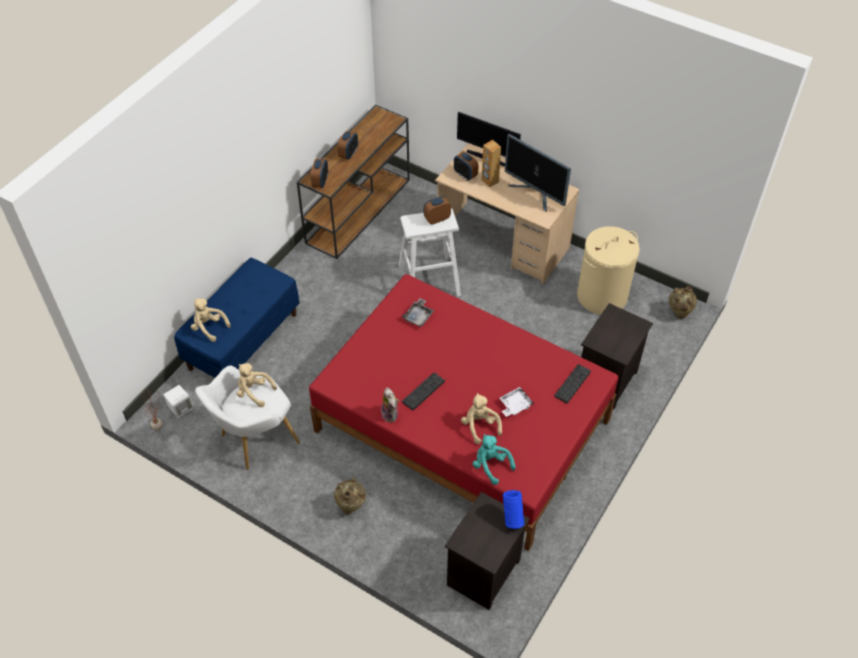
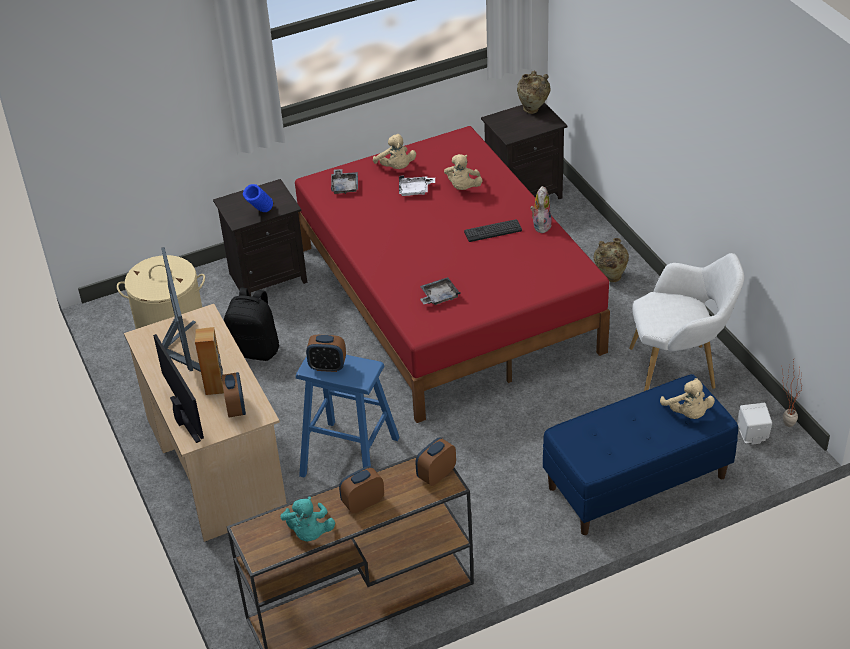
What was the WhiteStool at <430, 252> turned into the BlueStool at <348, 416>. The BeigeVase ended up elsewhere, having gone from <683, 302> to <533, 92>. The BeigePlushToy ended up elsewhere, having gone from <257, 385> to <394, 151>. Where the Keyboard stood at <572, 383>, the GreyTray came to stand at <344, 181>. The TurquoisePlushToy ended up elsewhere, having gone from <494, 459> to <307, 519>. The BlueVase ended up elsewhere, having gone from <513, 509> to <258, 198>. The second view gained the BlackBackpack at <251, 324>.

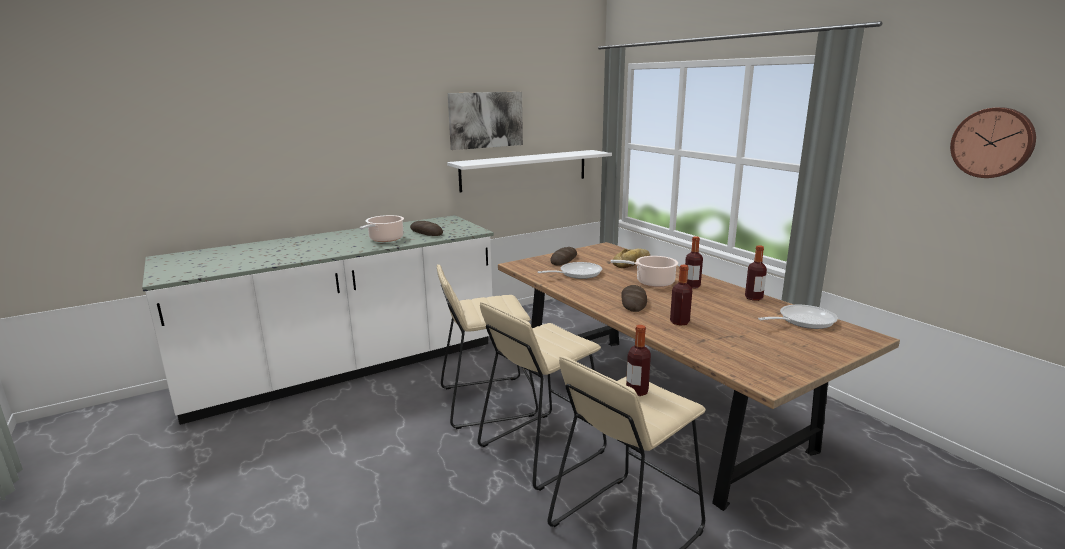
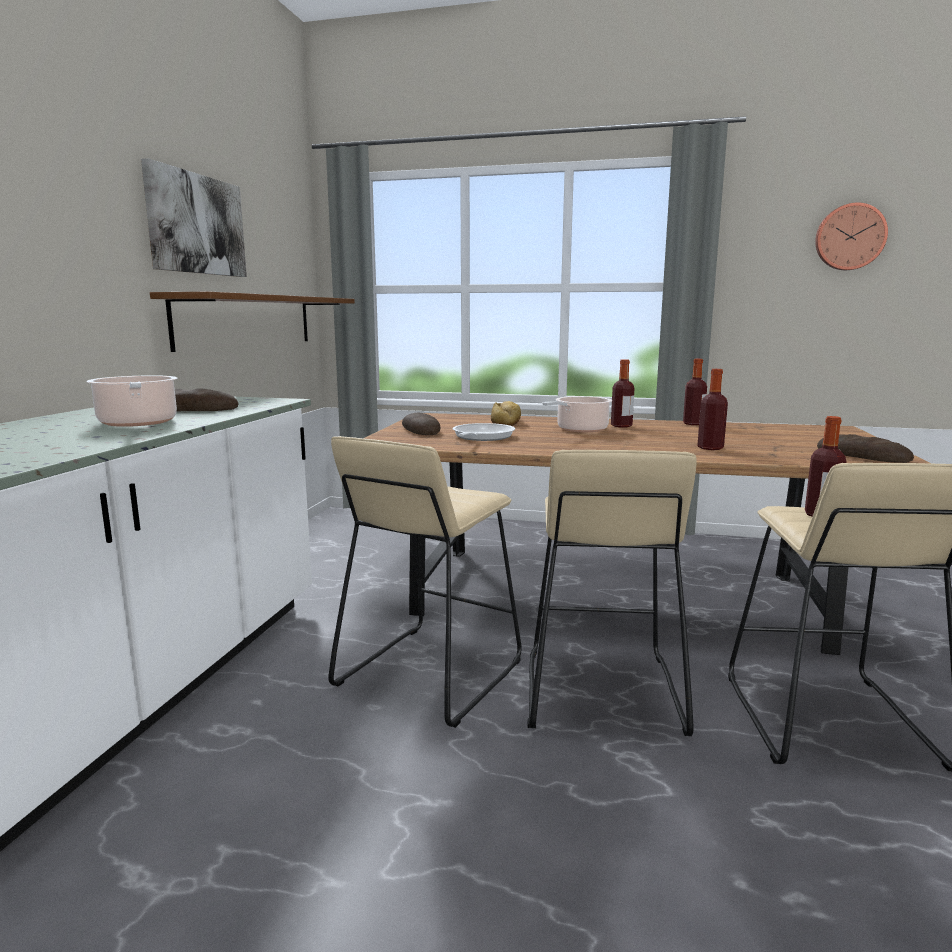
What was the WhiteShelf at <529, 171> turned into the BrownShelf at <252, 322>. The Bread ended up elsewhere, having gone from <634, 298> to <865, 448>. The second view lost the FryingPan at <798, 316>.

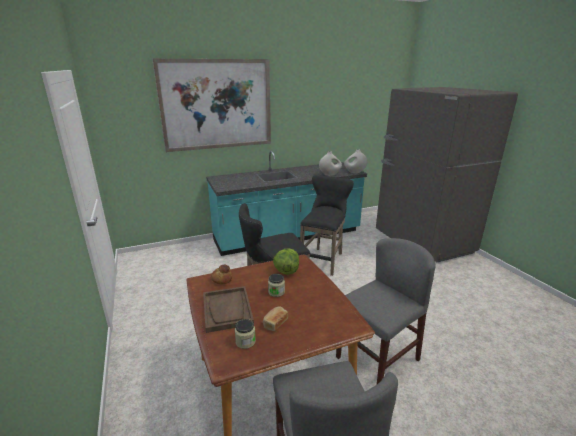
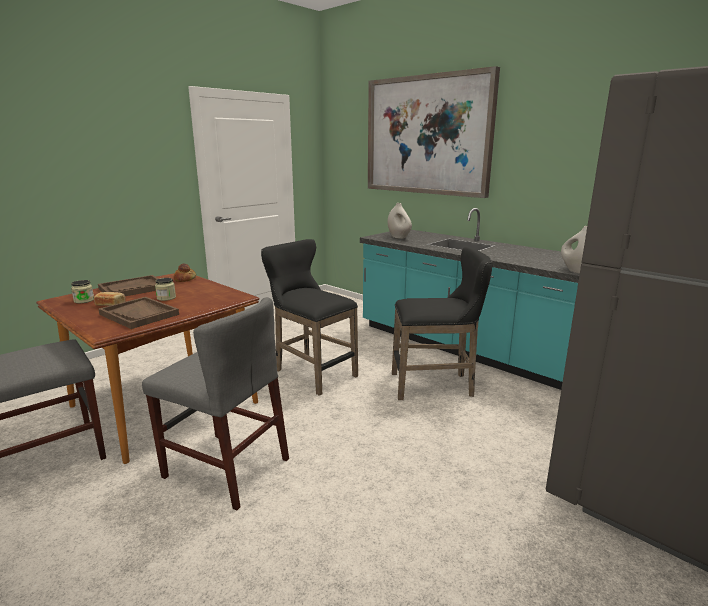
The WhiteVase ended up elsewhere, having gone from <330, 163> to <400, 221>. The second view lost the Lettuce at <286, 261>. The second view gained the BrownTray at <138, 313>.

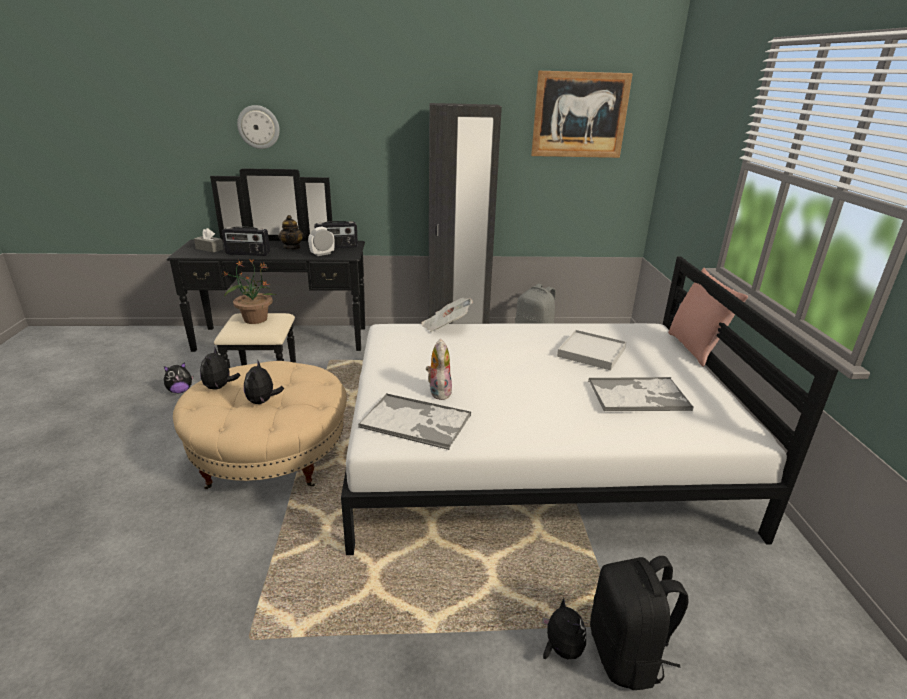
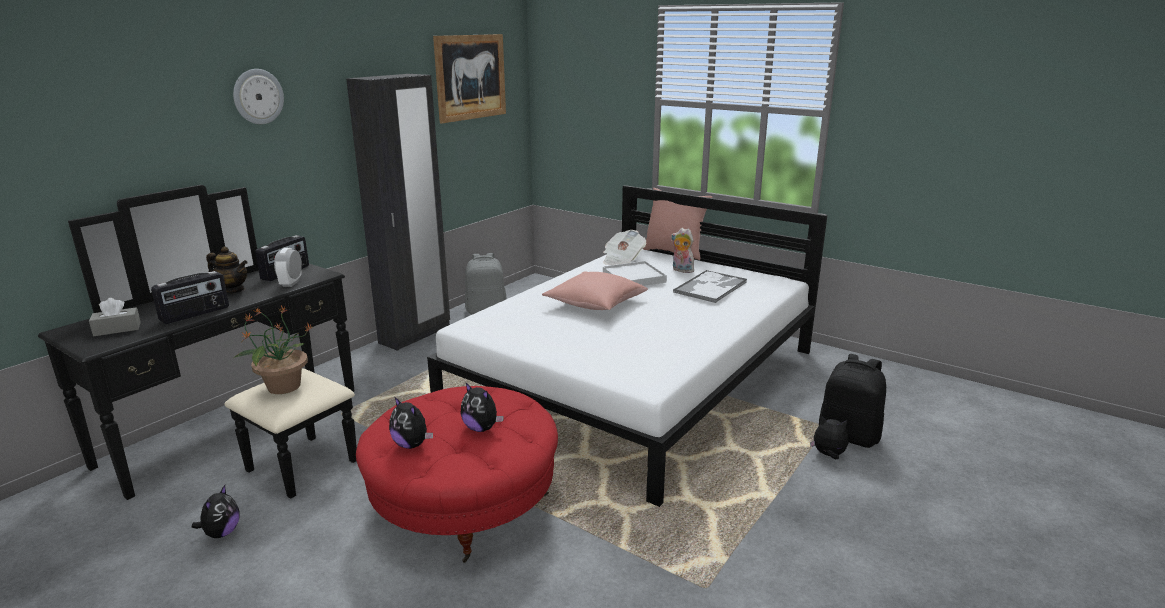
The WallClock ended up elsewhere, having gone from <258, 127> to <258, 96>. The Newspaper ended up elsewhere, having gone from <447, 315> to <624, 247>. The PlushToy ended up elsewhere, having gone from <439, 369> to <682, 250>. What was the BeigeOttoman at <260, 425> turned into the RedOttoman at <457, 474>. The second view lost the Tray at <414, 421>. The second view gained the PinkPillow at <595, 290>.

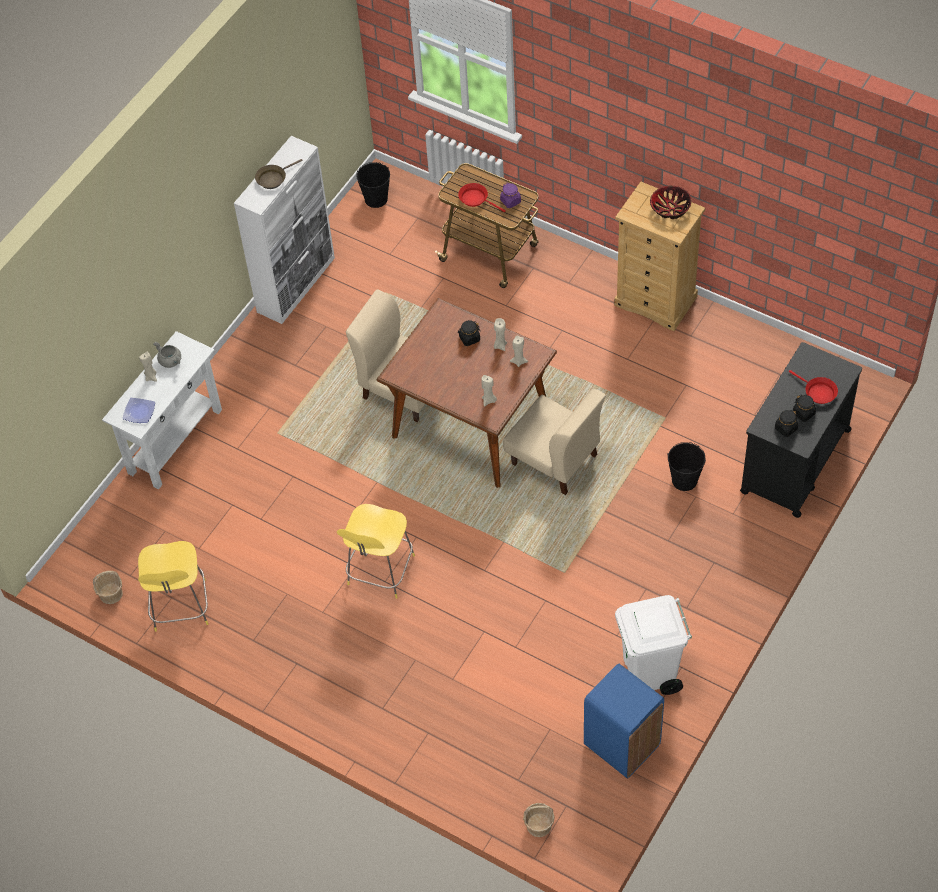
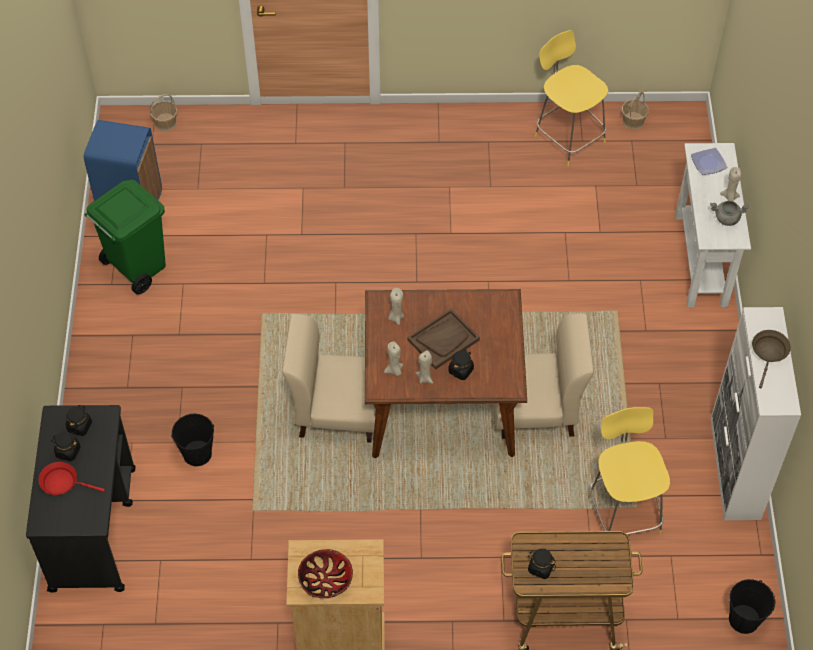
What was the PurpleJar at <510, 195> turned into the BlackJar at <542, 564>. The second view lost the RedFryingPan at <482, 197>. The YellowStool ended up elsewhere, having gone from <376, 551> to <629, 471>. What was the WhiteTrashCan at <653, 645> turned into the GreenTrashCan at <125, 237>. The second view gained the BrownTray at <443, 339>.

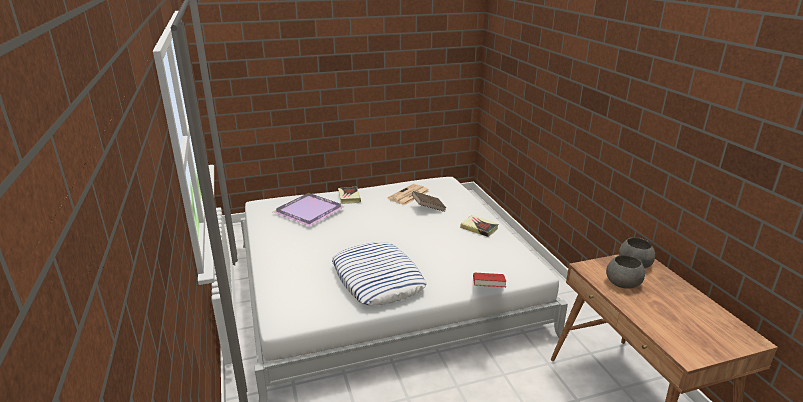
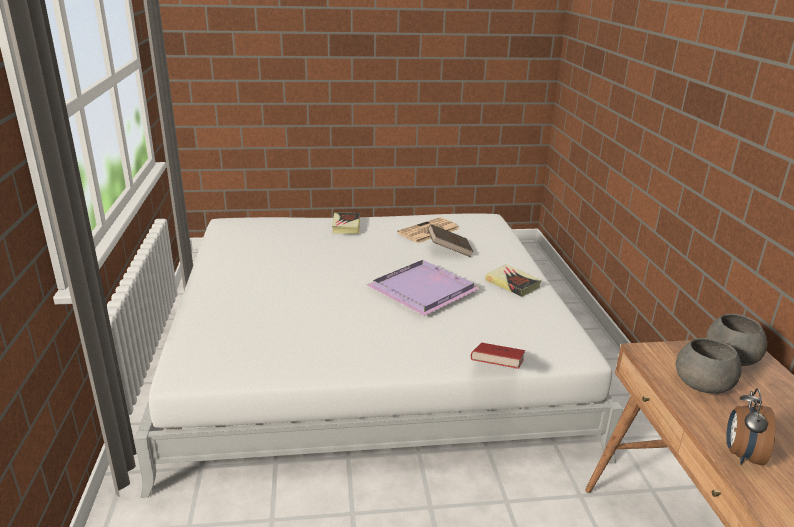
The PurpleTray ended up elsewhere, having gone from <309, 209> to <423, 288>. The second view lost the Pillow at <379, 273>. The second view gained the AlarmClock at <751, 427>.

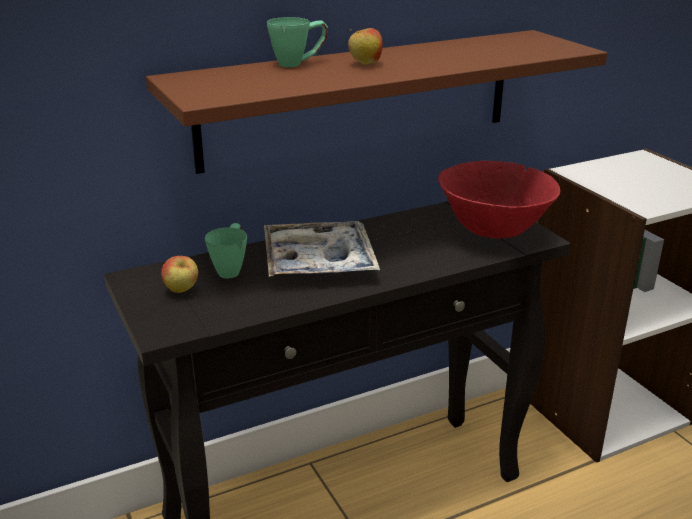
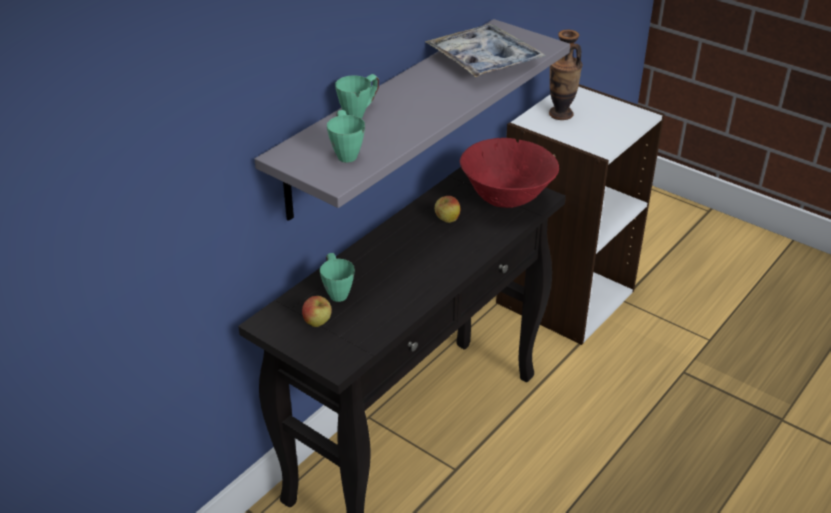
The Apple ended up elsewhere, having gone from <365, 46> to <447, 209>. What was the BrownShelf at <376, 102> turned into the GreyShelf at <412, 120>. The Tray ended up elsewhere, having gone from <322, 249> to <485, 50>. The second view gained the Vase at <565, 75>. The second view gained the GreenMug at <346, 136>.

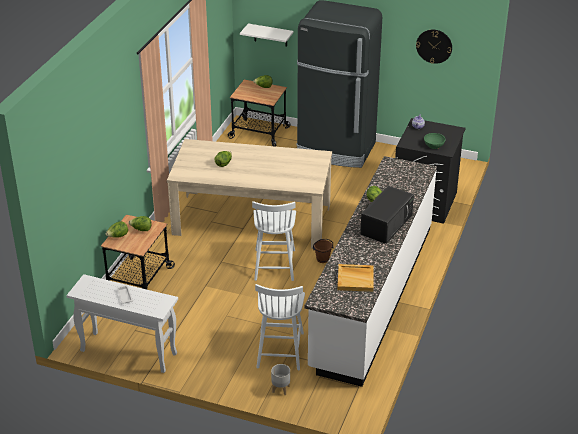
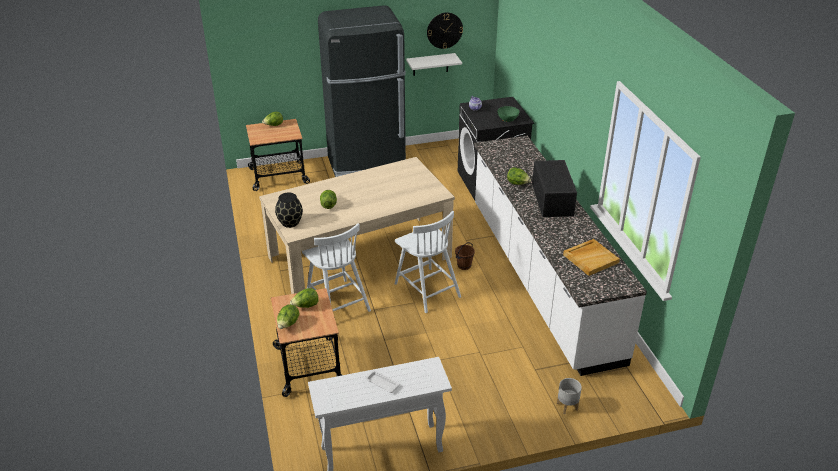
The WhiteShelf ended up elsewhere, having gone from <267, 35> to <434, 64>. The WhiteChair ended up elsewhere, having gone from <280, 327> to <336, 267>. The second view gained the BlackVase at <289, 210>.

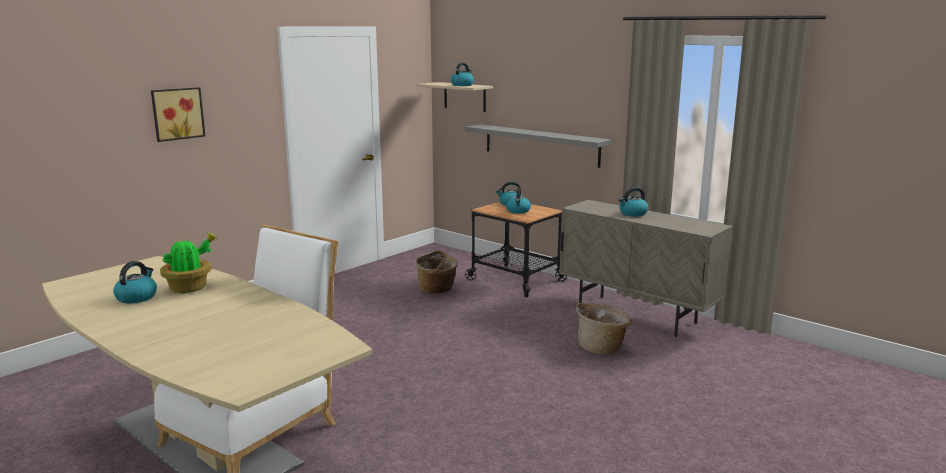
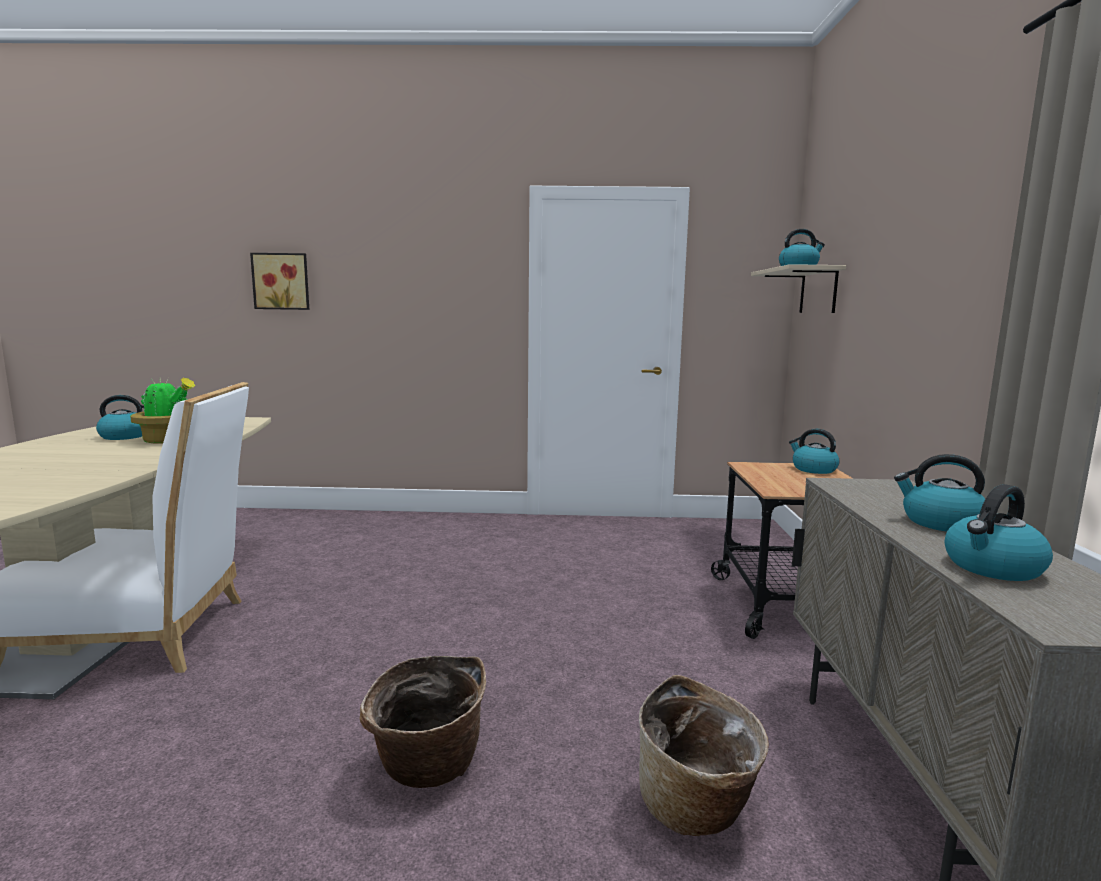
The Picture ended up elsewhere, having gone from <178, 114> to <279, 281>. The second view lost the GreyShelf at <538, 146>. The Kettle ended up elsewhere, having gone from <518, 201> to <999, 532>. The Basket ended up elsewhere, having gone from <437, 272> to <423, 722>.

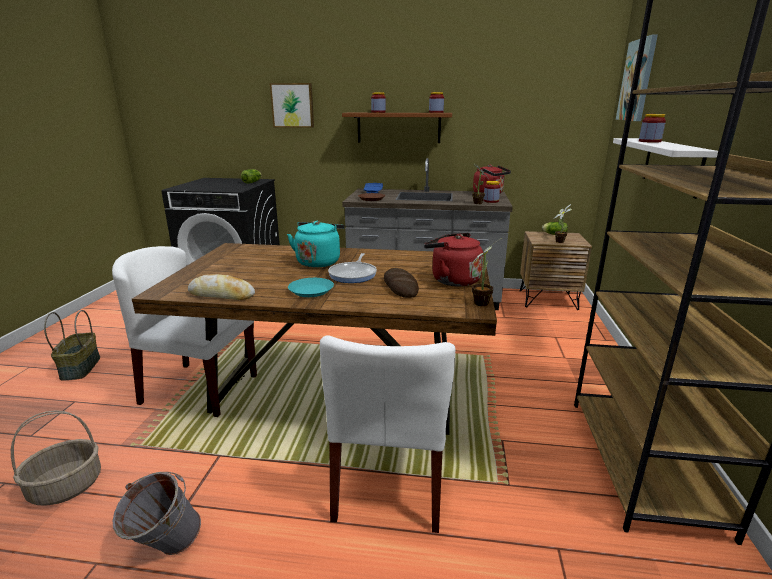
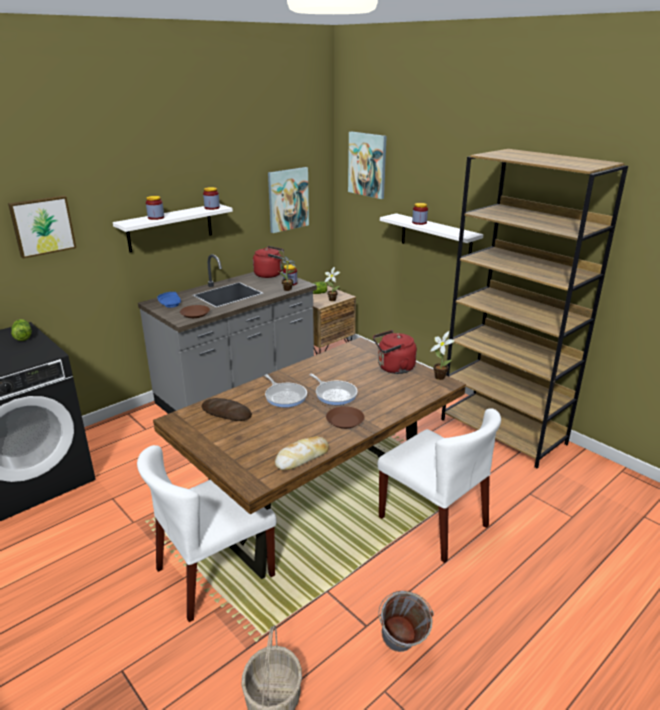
What was the BrownShelf at <397, 128> turned into the WhiteShelf at <173, 228>. Where the TurquoiseKettle stood at <316, 244>, the FryingPan came to stand at <285, 391>. The Bread ended up elsewhere, having gone from <401, 283> to <226, 409>. What was the TurquoisePlate at <311, 287> turned into the BrownPlate at <345, 417>. The second view lost the Basket at <72, 345>. The second view gained the Picture at <288, 200>.

